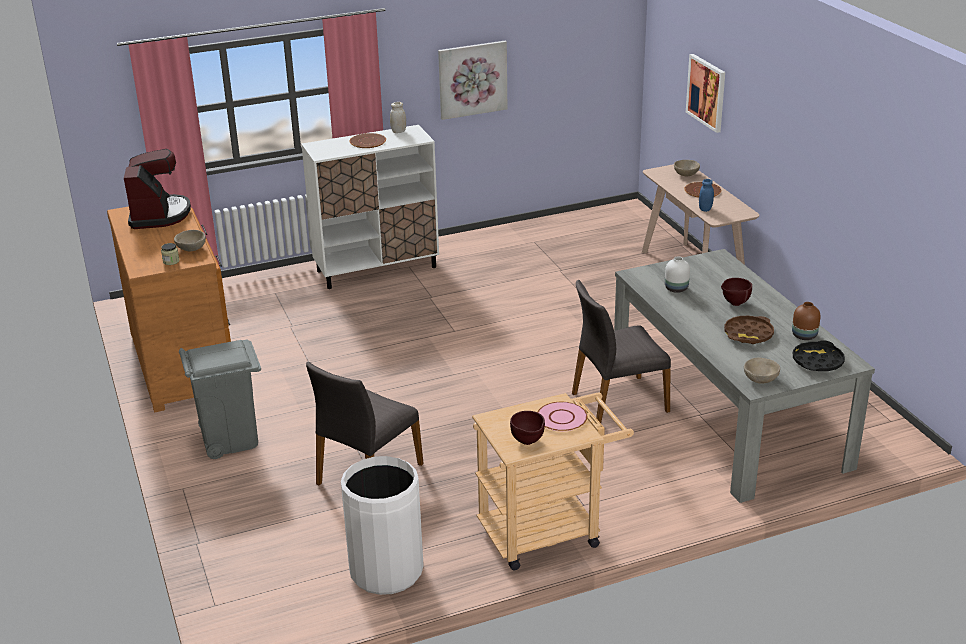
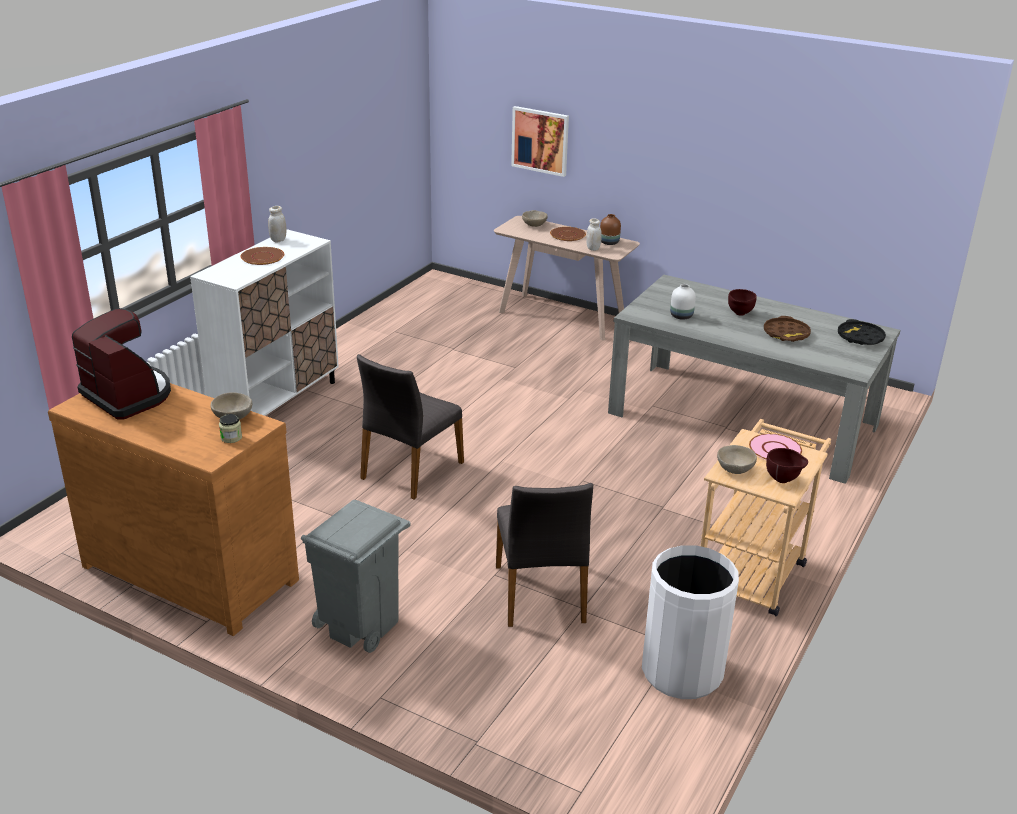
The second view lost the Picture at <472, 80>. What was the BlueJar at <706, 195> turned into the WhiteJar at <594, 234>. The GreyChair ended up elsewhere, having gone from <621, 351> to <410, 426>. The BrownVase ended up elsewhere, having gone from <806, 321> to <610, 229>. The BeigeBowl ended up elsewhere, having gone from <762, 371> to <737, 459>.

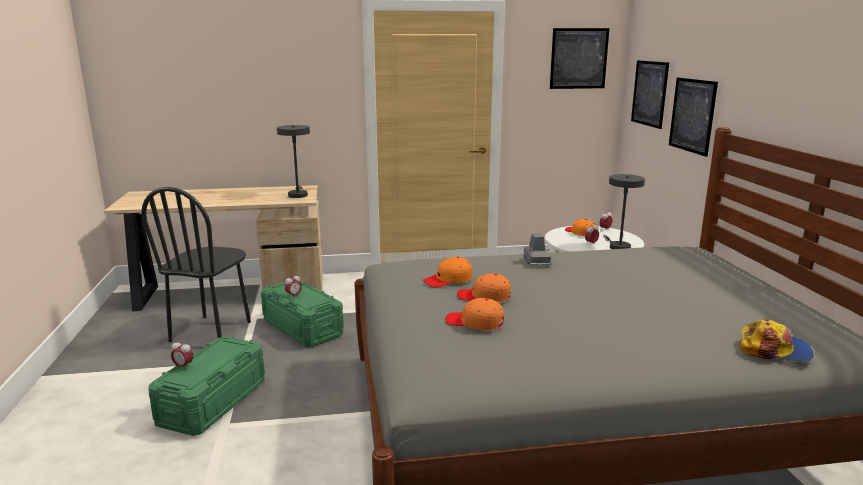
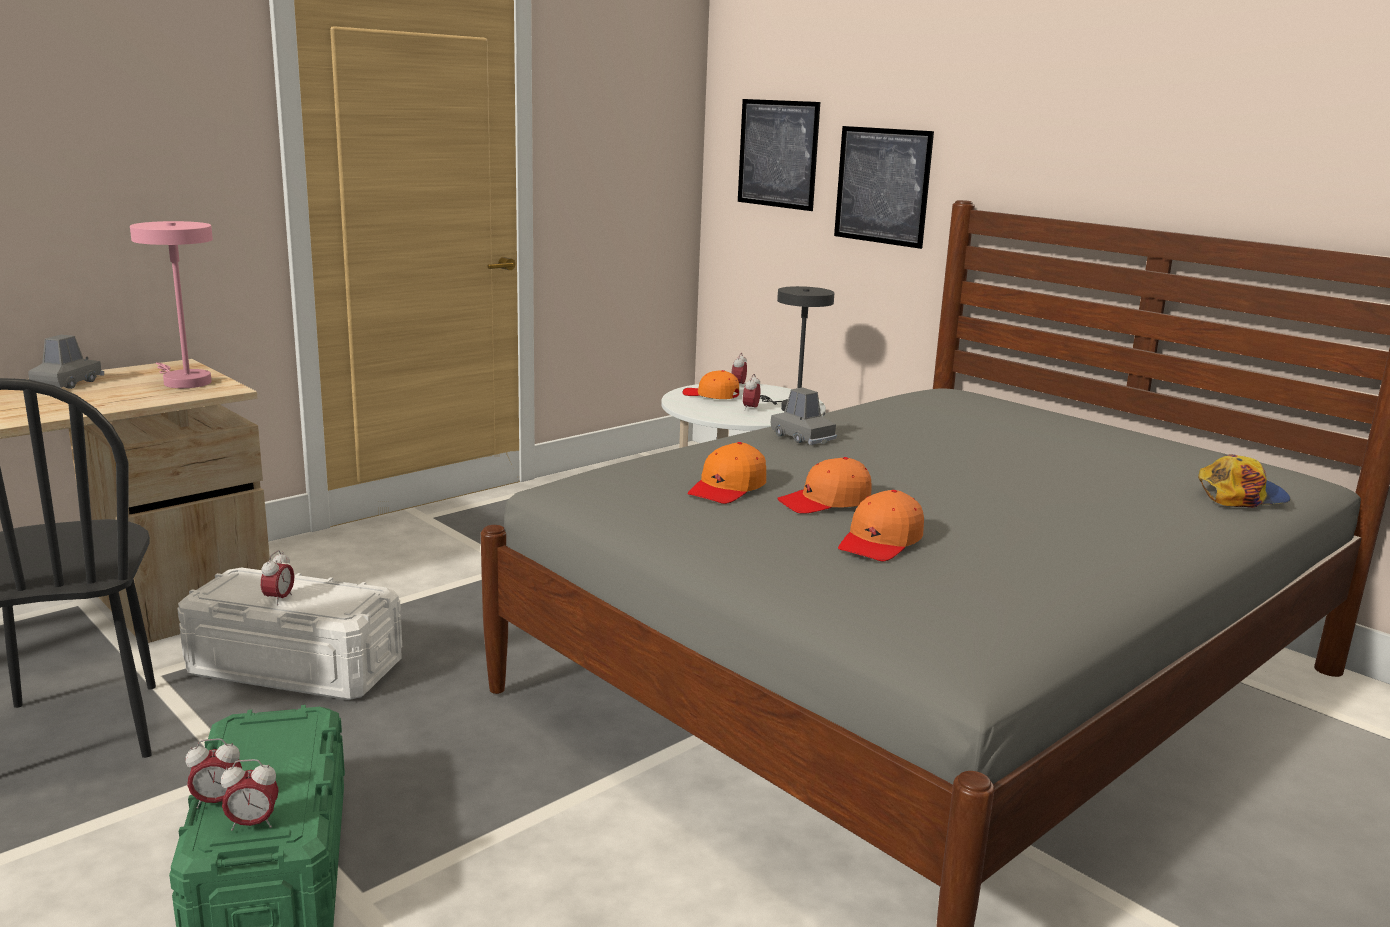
The second view lost the Picture at <579, 58>. What was the GreyTableLamp at <293, 161> turned into the PinkTableLamp at <171, 304>. What was the GreenStorageBox at <302, 313> turned into the WhiteStorageBox at <289, 633>. The OrangeCap at <475, 314> ended up facing another way, 45 degrees counterclockwise from before. The second view gained the GreyToyCar at <66, 362>. The second view gained the AlarmClock at <250, 795>.

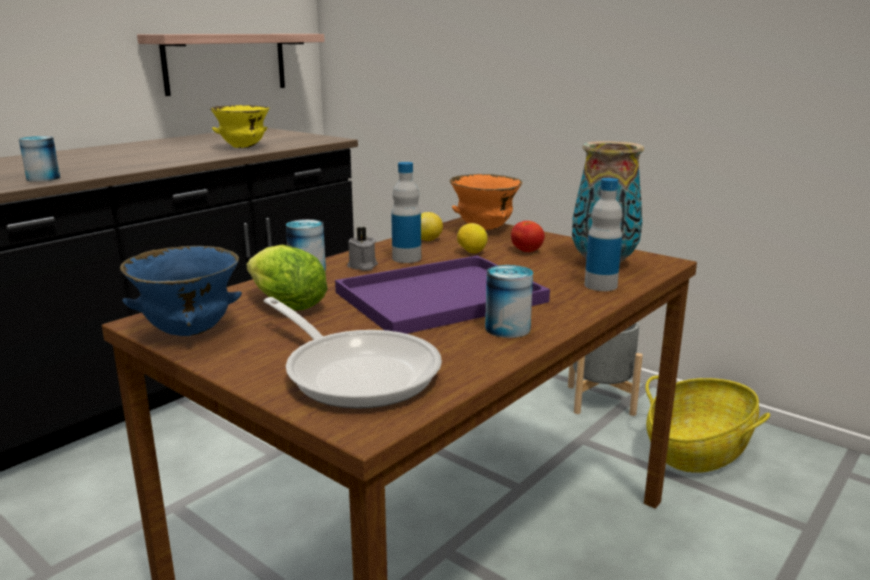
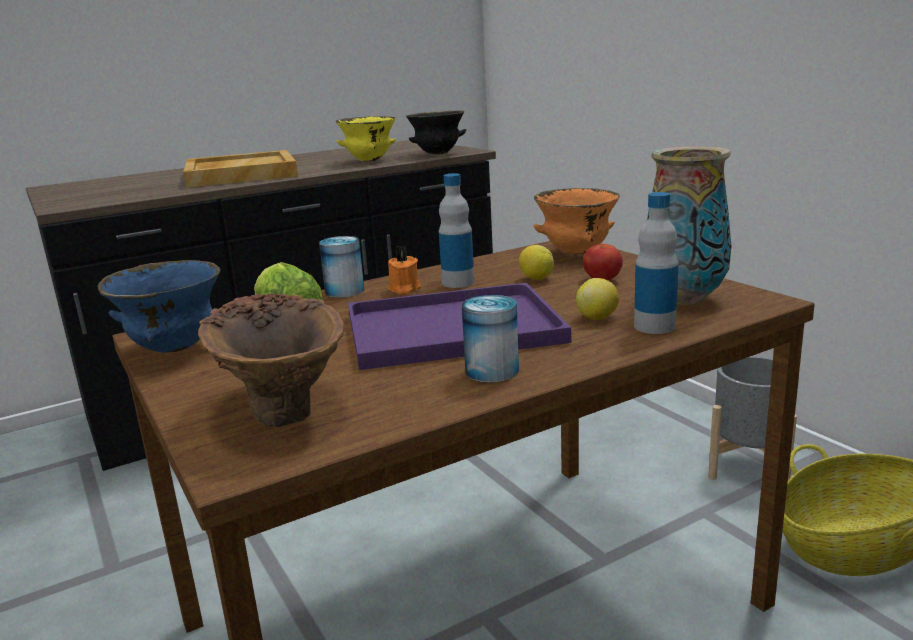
The second view lost the Shelf at <231, 65>. The second view lost the Can at <39, 159>. The Lemon ended up elsewhere, having gone from <432, 226> to <597, 299>. What was the GreyCandle at <362, 249> turned into the OrangeCandle at <404, 270>. Where the FryingPan stood at <353, 353>, the BrownVase came to stand at <271, 360>. The second view gained the BlackBowl at <436, 133>. The second view gained the BeigeTray at <240, 169>.

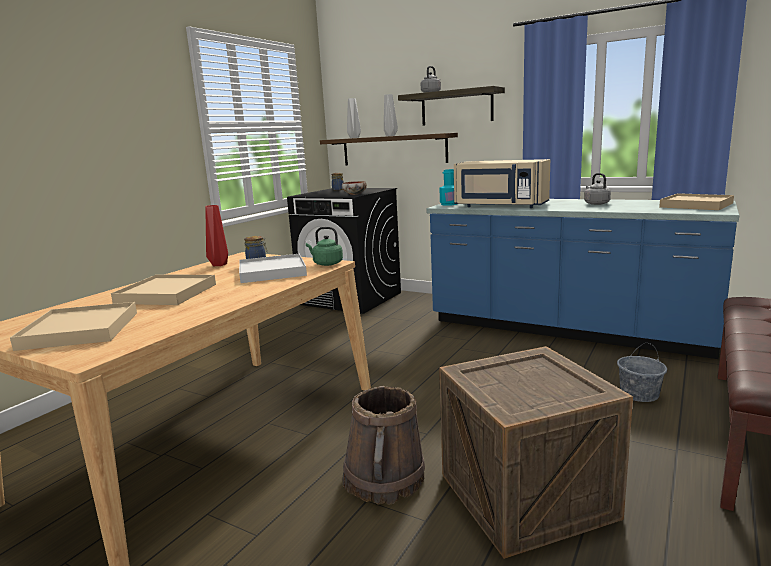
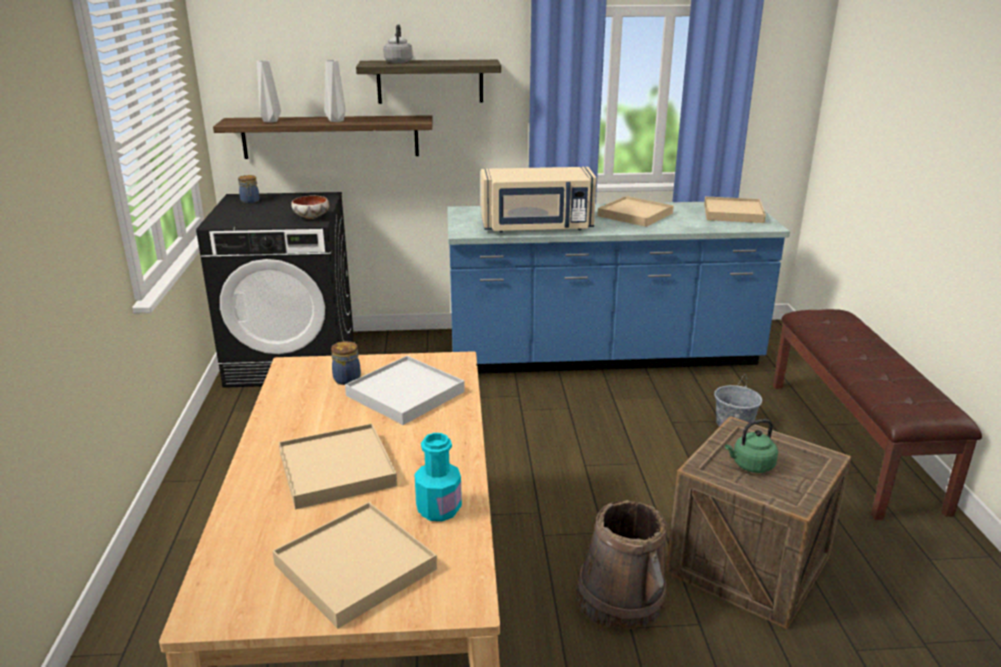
The TurquoiseBottle ended up elsewhere, having gone from <448, 187> to <438, 477>. Where the GreyKettle stood at <597, 189>, the BeigeTray came to stand at <635, 211>. The second view lost the RedVase at <217, 235>. The GreenKettle ended up elsewhere, having gone from <324, 246> to <751, 446>.

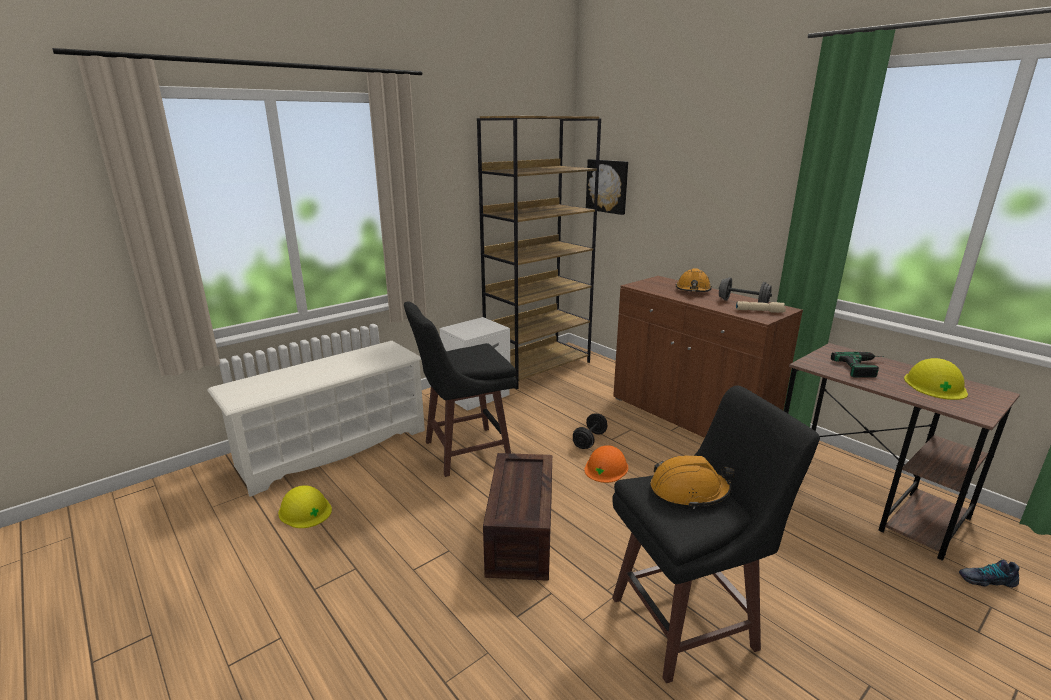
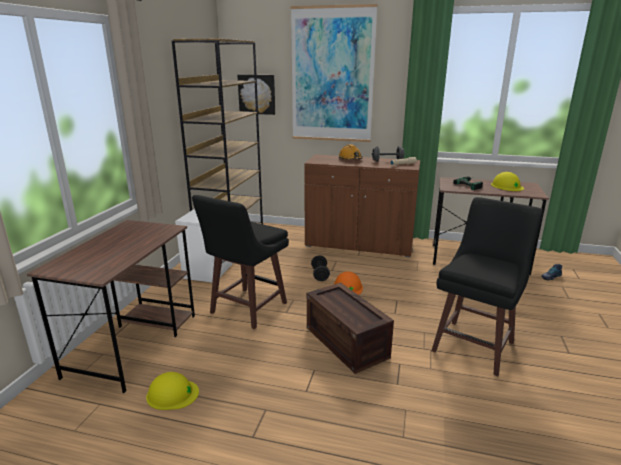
Where the WhiteShoeRack stood at <316, 419>, the BrownDesk came to stand at <111, 306>. The second view lost the OrangeHardHat at <692, 482>. The second view gained the Picture at <334, 73>.

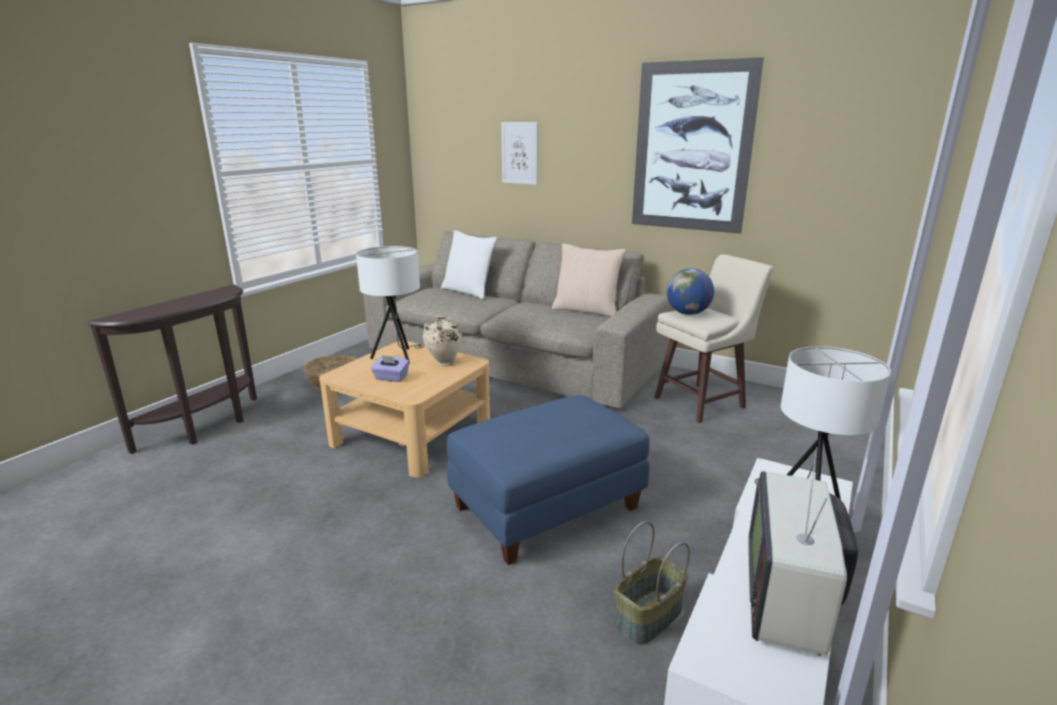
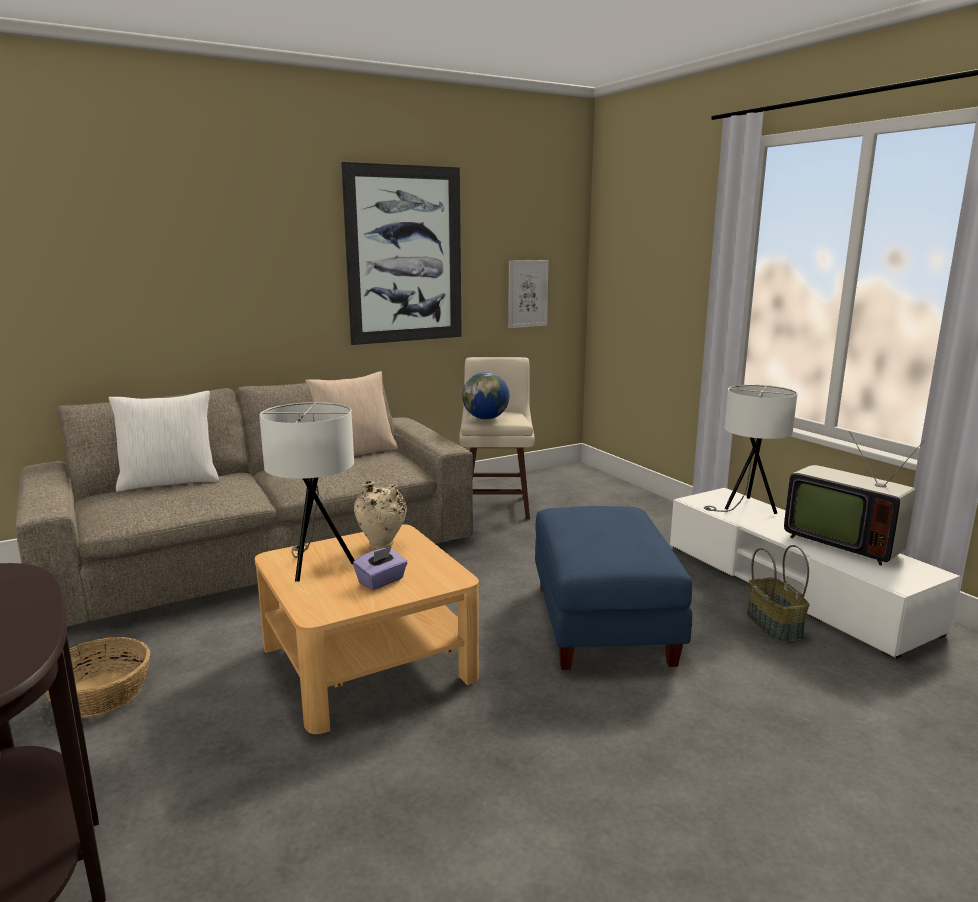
The Picture ended up elsewhere, having gone from <519, 153> to <528, 294>.

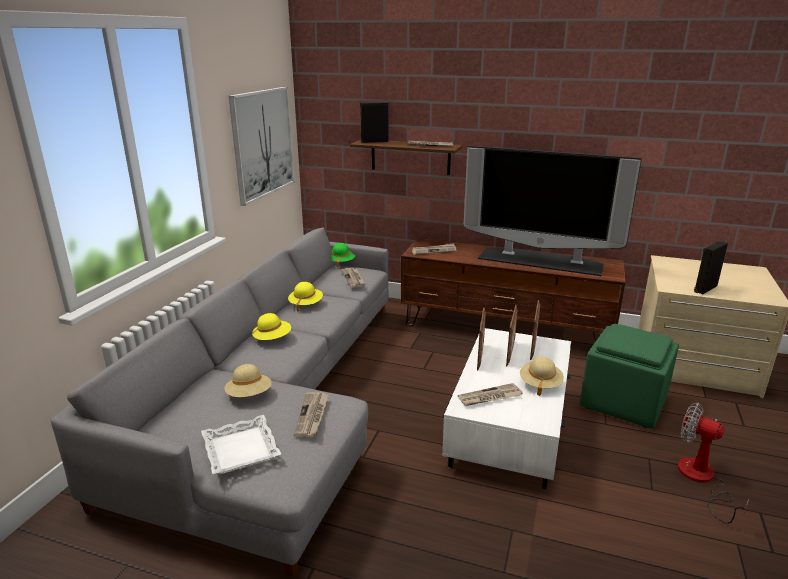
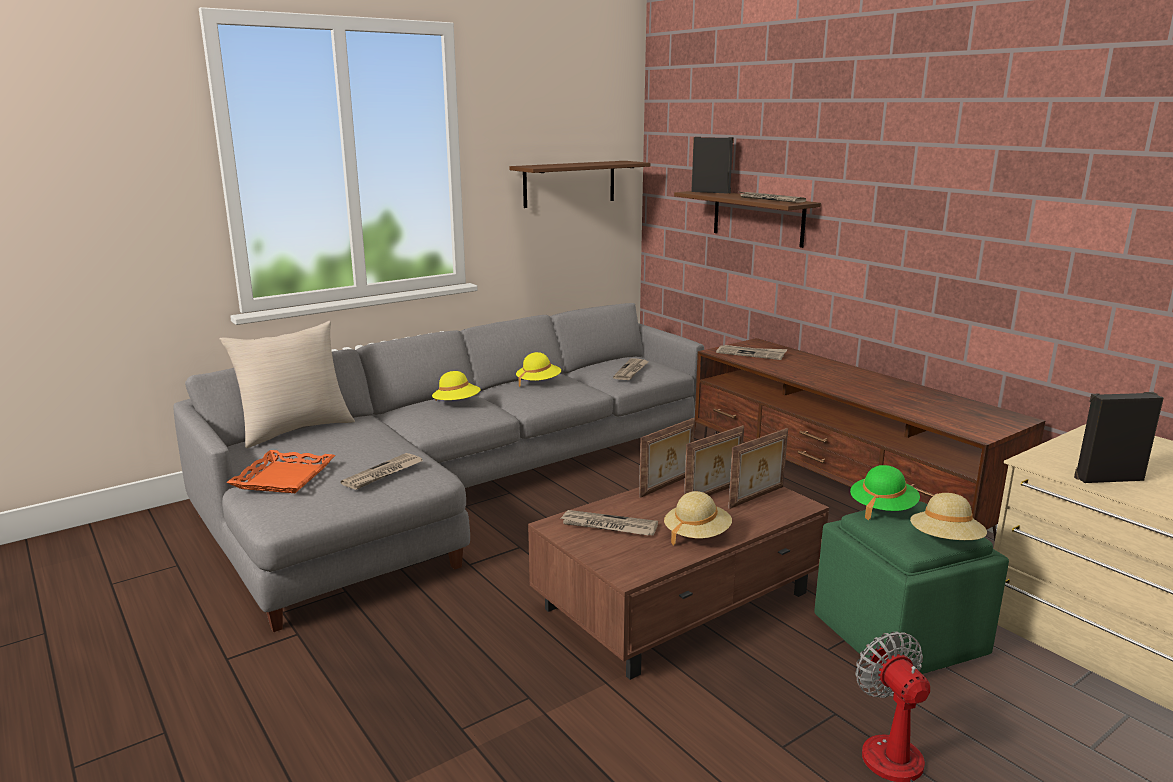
Where the Picture hung at <262, 146>, the BrownShelf came to hang at <580, 184>. The second view lost the Television at <553, 211>. The GreenHat ended up elsewhere, having gone from <343, 255> to <885, 492>. What was the WhiteCoffeeTable at <506, 408> turned into the BrownCoffeeTable at <678, 579>. The BeigeHat ended up elsewhere, having gone from <248, 380> to <948, 516>. What was the WhiteTray at <241, 444> turned into the OrangeTray at <280, 471>. The second view gained the BeigePillow at <287, 384>.

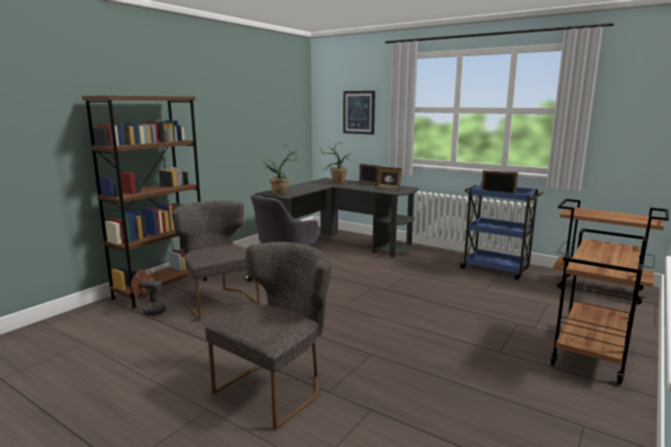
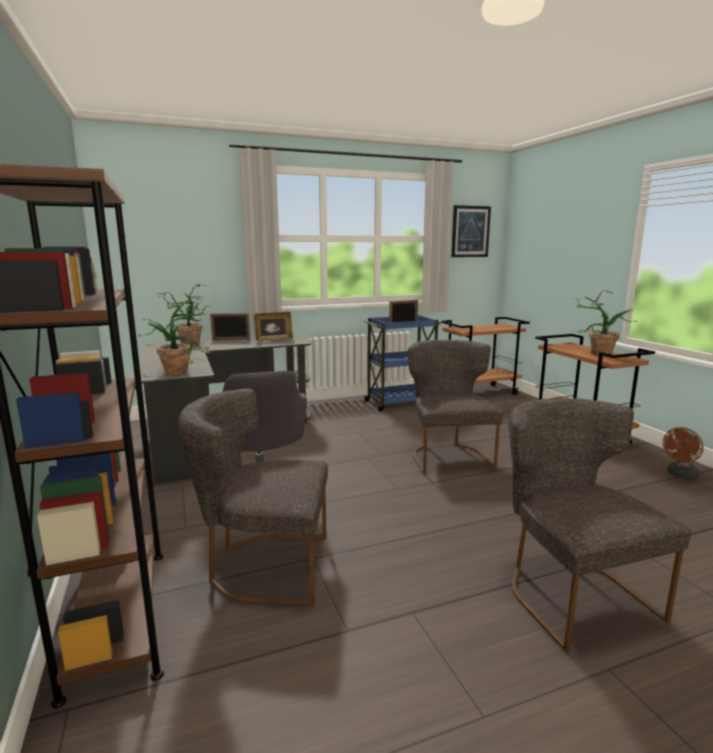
The Picture ended up elsewhere, having gone from <359, 112> to <471, 231>. The BrownFan ended up elsewhere, having gone from <148, 292> to <683, 453>. The second view gained the PottedPlant at <606, 323>. The second view gained the GreyChair at <456, 407>.

